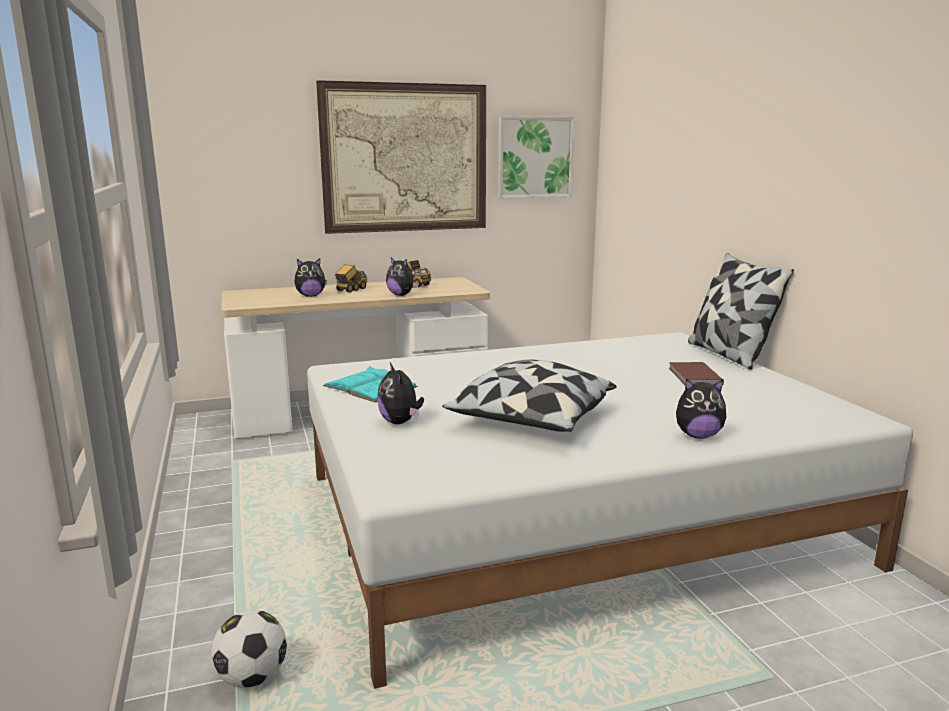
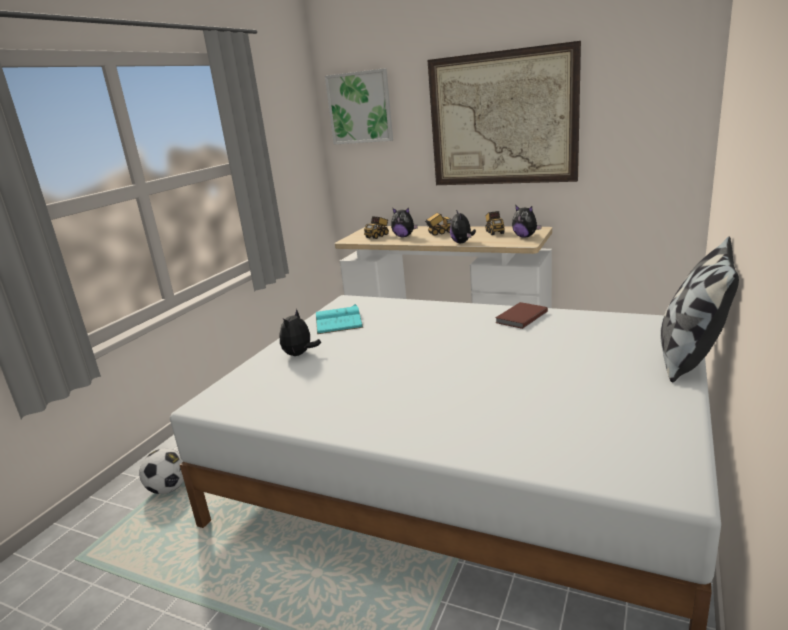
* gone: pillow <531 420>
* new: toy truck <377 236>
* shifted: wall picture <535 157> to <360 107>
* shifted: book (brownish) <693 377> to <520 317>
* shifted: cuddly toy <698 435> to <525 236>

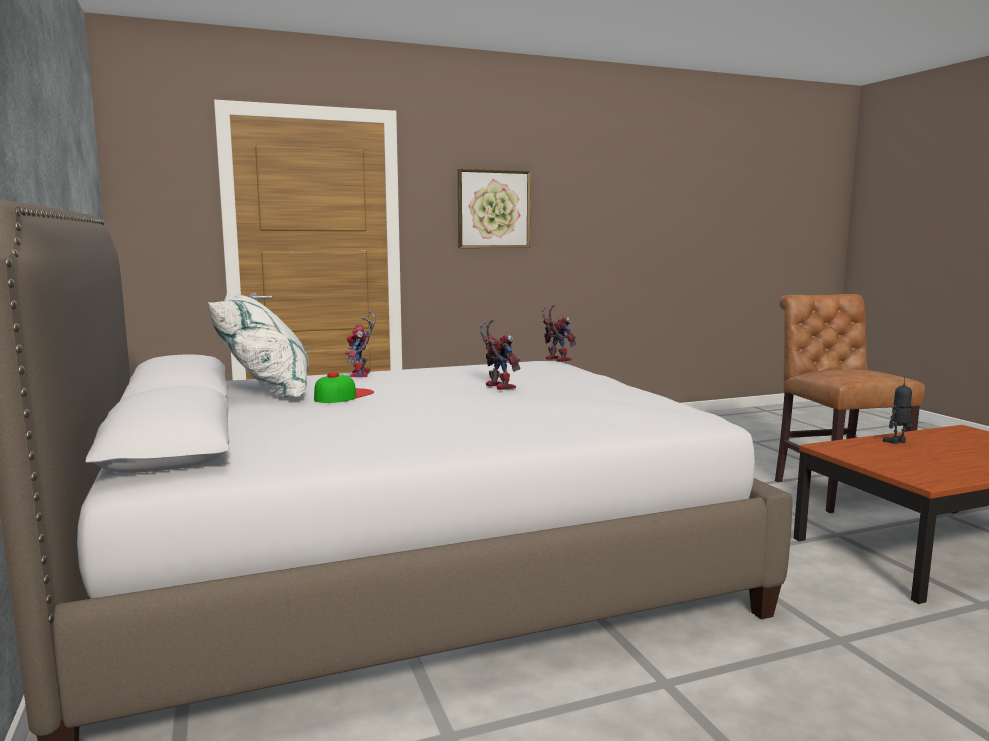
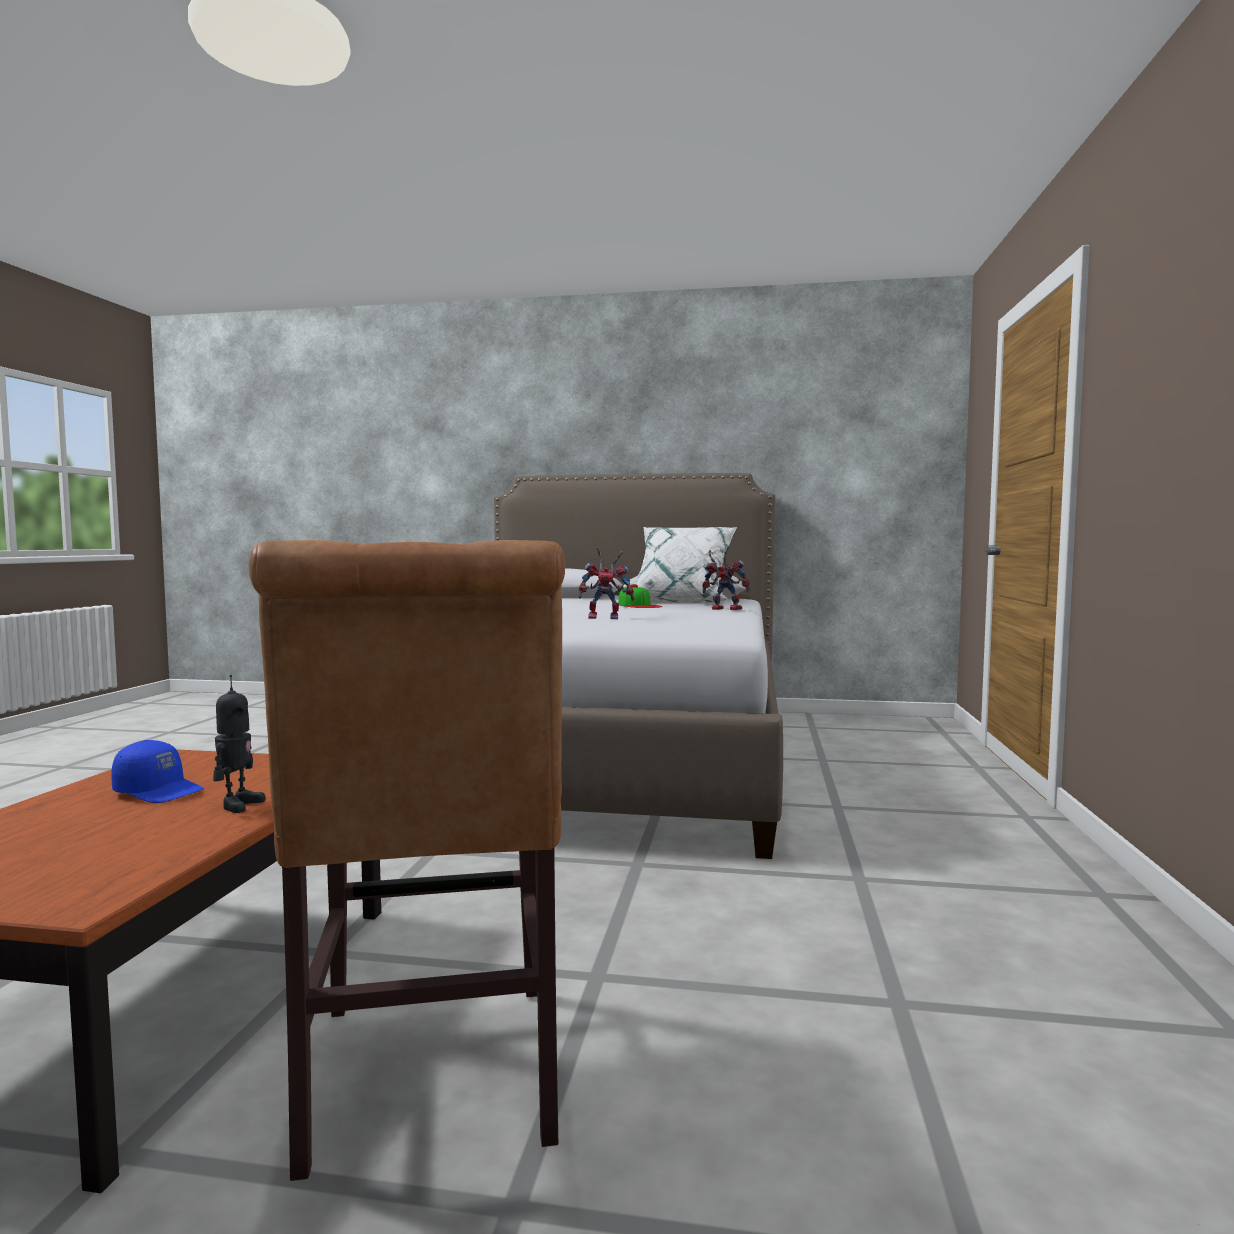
* gone: wall picture <493 209>
* gone: toy robot <555 360>
* new: cap (blue) <160 791>
* rotated: plain chair (brownish) <834 491> = <431 1083> 60 degrees clockwise

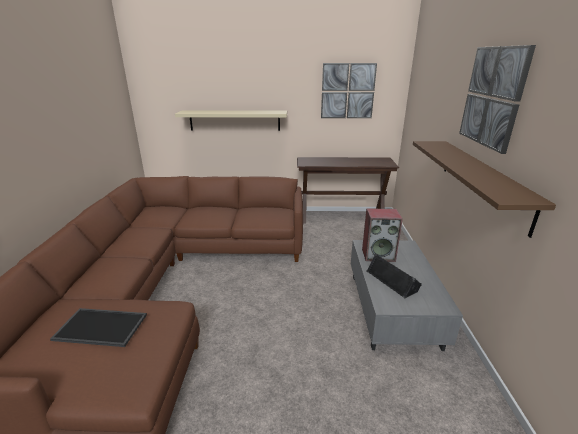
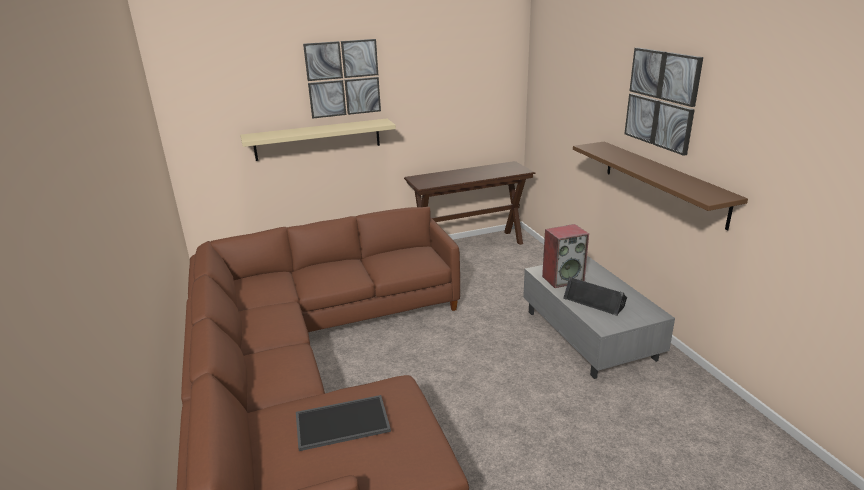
* shifted: wall picture <347 91> to <343 78>

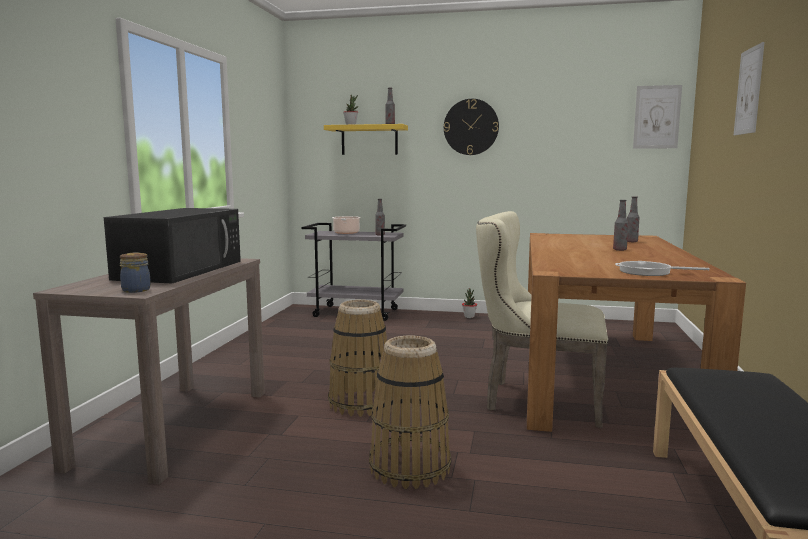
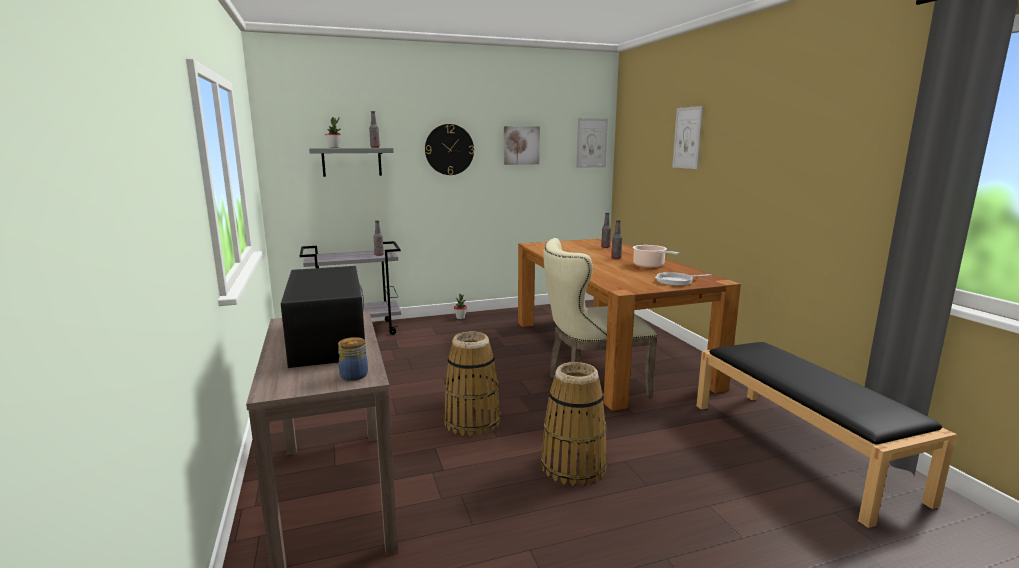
* new: wall picture <521 145>
* shifted: cooking pot <346 233> to <650 266>
* repainted: bracket shelf (yellowish) <369 140> to bracket shelf (gray) <352 162>

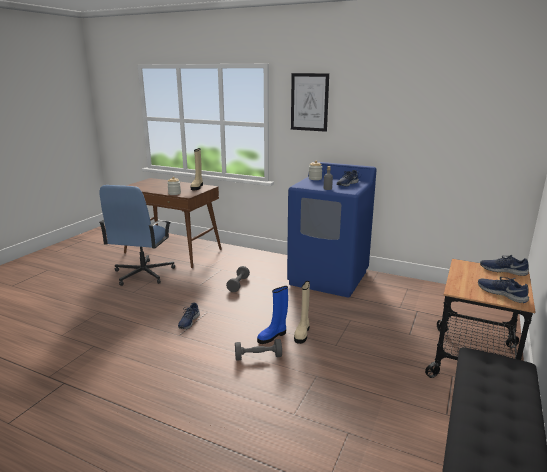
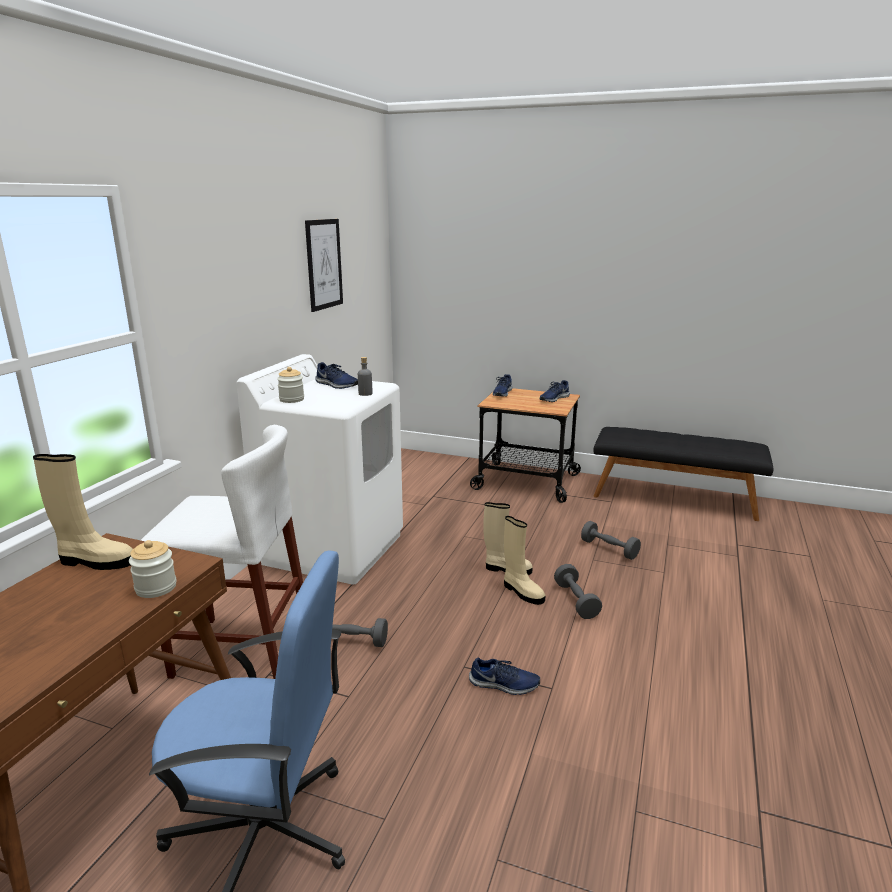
* new: stool seat (white-coloured) <242 650>
* new: dumbbell (gray) <609 549>
* shifted: wall picture <309 102> to <324 264>
* repainted: high-top boot (blue) <272 336> to high-top boot (beige) <522 592>
* repainted: washing machine (blue) <329 278> to washing machine (white-coloured) <333 548>

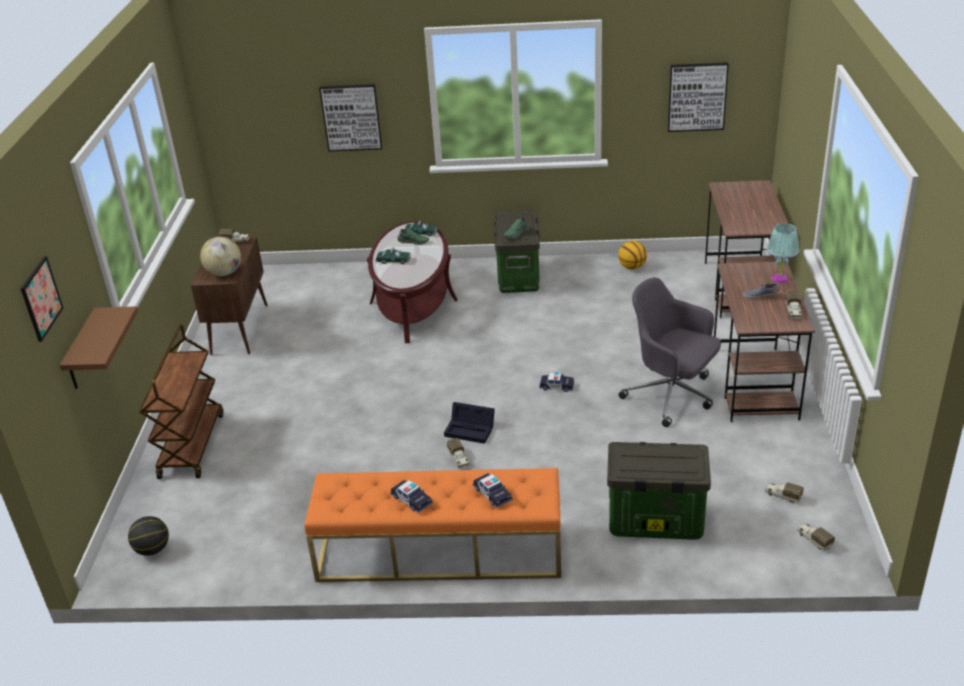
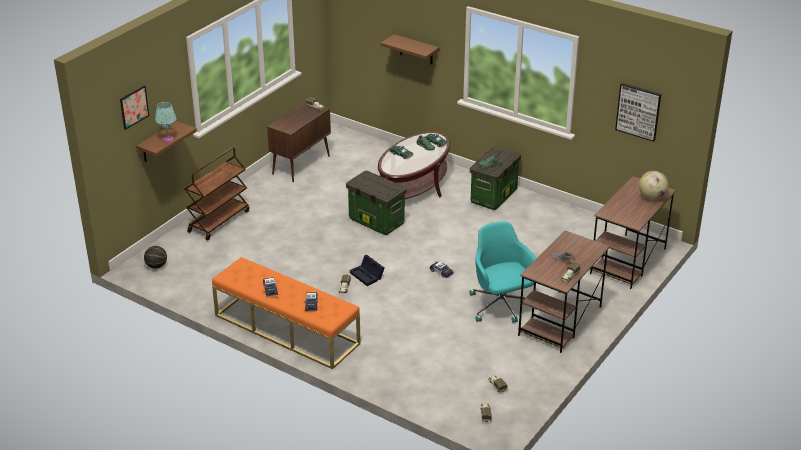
* gone: ball for basketball <632 267>
* shifted: desk globe <224 273> to <652 197>
* shifted: storage bin <654 521> to <375 221>
* shifted: table lamp (blue-green) <779 279> to <168 139>
* swapped: wall picture <351 117> to bracket shelf (brownish) <416 50>
* repainted: computer chair (gray) <671 396> to computer chair (blue-green) <501 306>

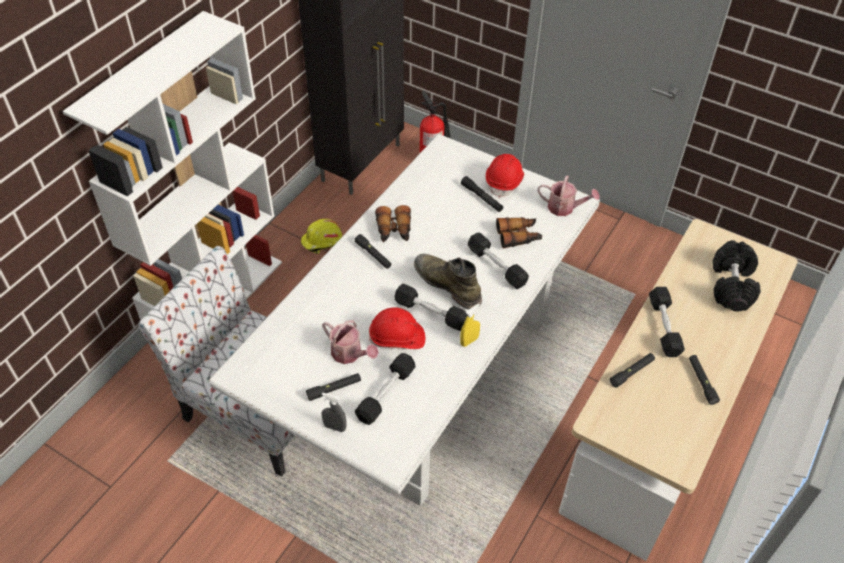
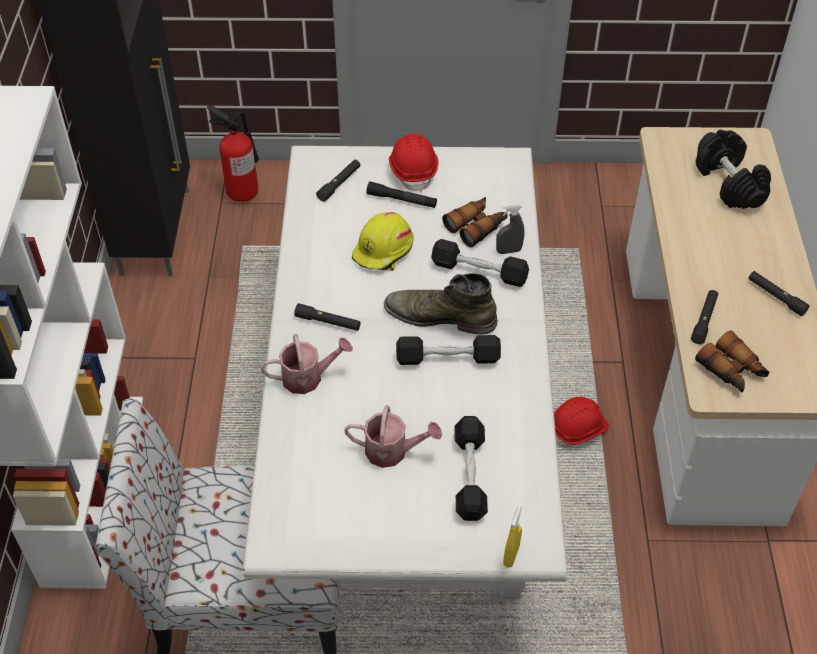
* gone: dumbbell (black-coloured) <664 327>
* shifted: work helmet (yellowish) <322 241> to <384 251>
* shifted: torch (black-coloured) <334 389> to <339 184>
* shifted: spray bottle (gray) <335 427> to <508 251>
* shifted: work helmet (red) <397 338> to <578 429>
* shifted: field glasses <394 230> to <732 371>
* shifted: spray bottle (yellowish) <469 341> to <511 555>
* shifted: watering can <565 208> to <308 377>

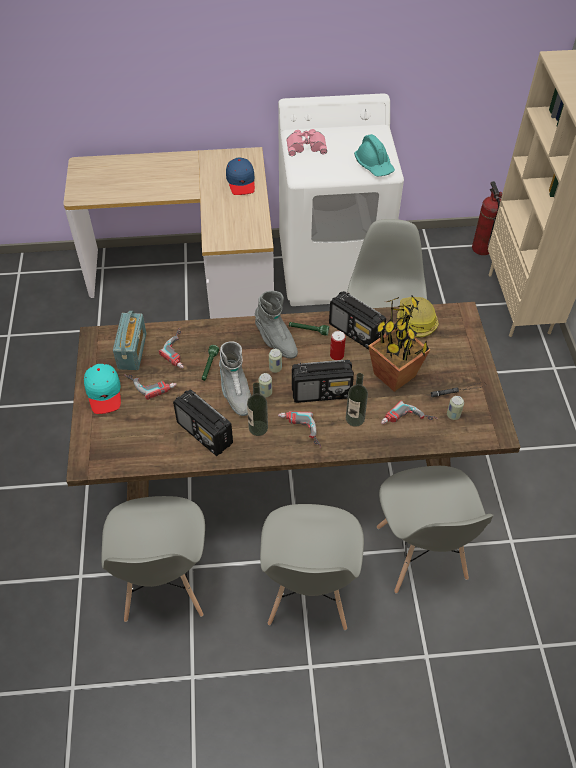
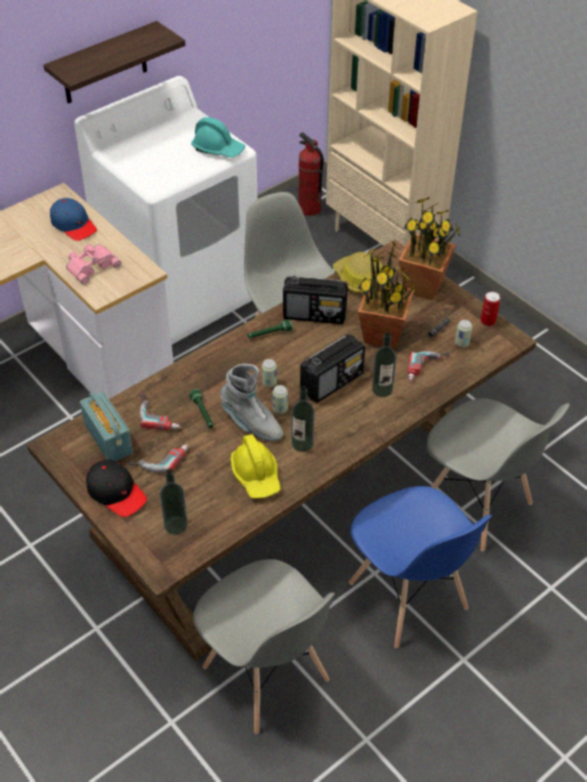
* gone: high-top boot (gray) <275 341>
* gone: power drill <299 432>
* new: bracket shelf <104 64>
* new: bottle <175 525>
* new: houseplant <423 286>
* shifted: field glasses (pink) <306 145> to <91 265>
* shifted: sealed can <337 355> to <488 321>
* swapped: radio set <205 434> to work helmet (yellowish) <256 475>
* repainted: cap (blue-green) <104 392> to cap (black-coloured) <116 492>
* repainted: plain chair (gray) <308 592> to plain chair (blue) <408 597>

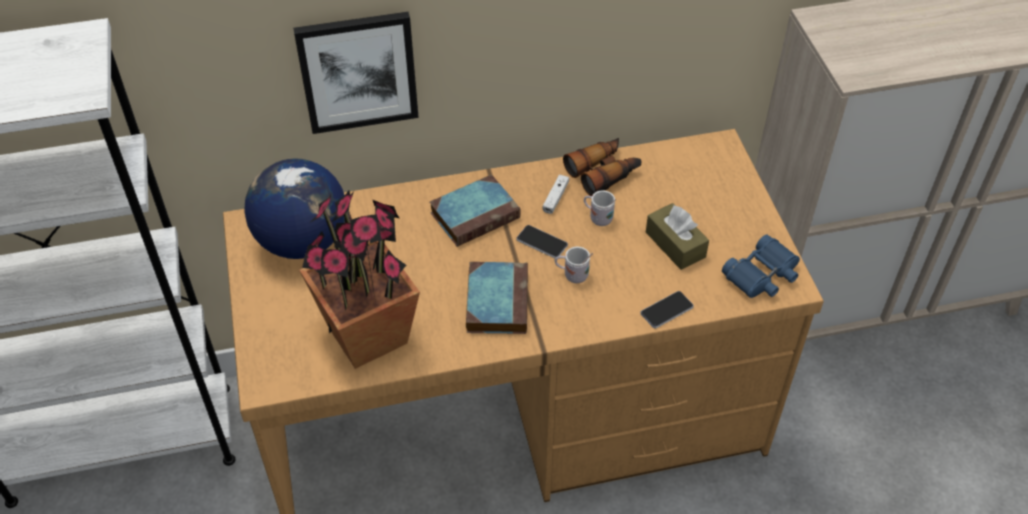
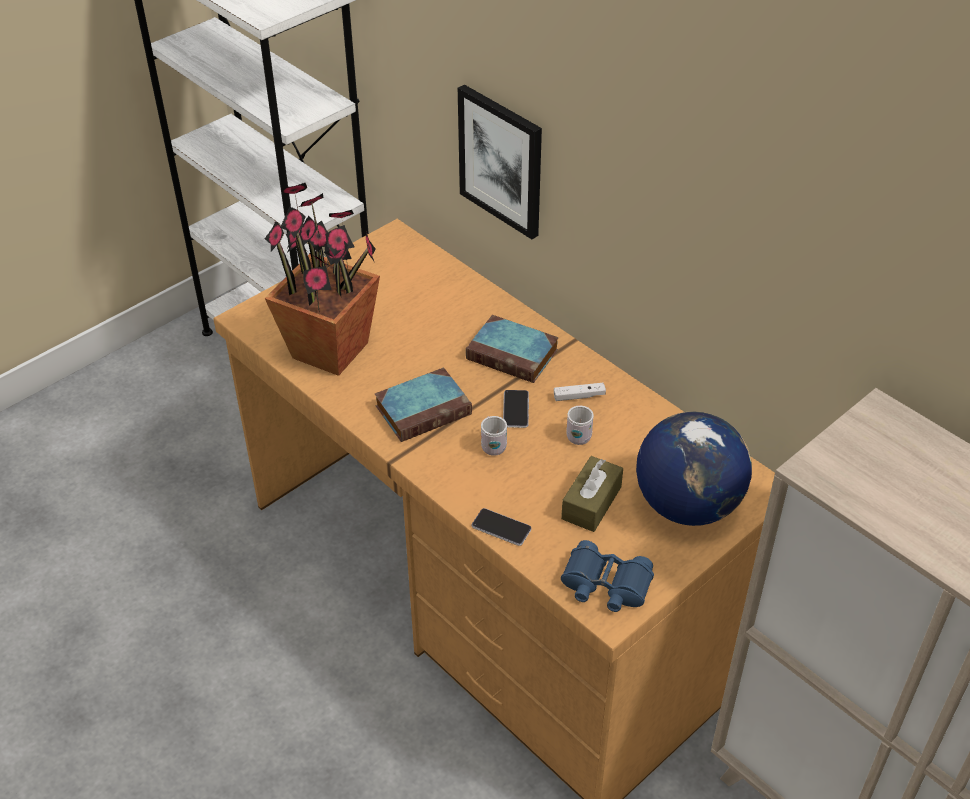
* gone: field glasses <603 172>
* shifted: desk globe <302 241> to <687 505>

